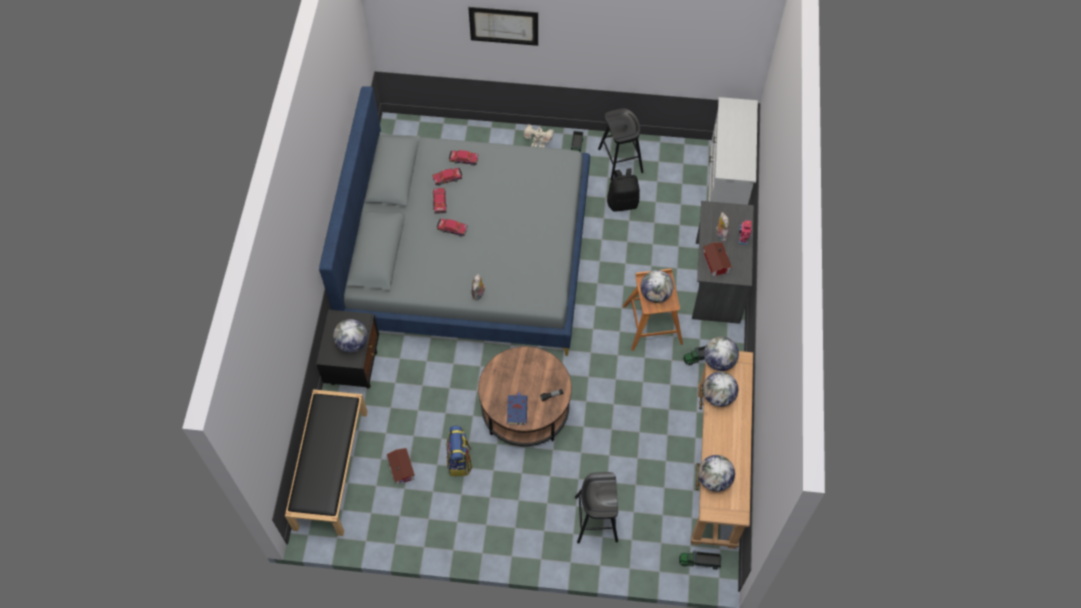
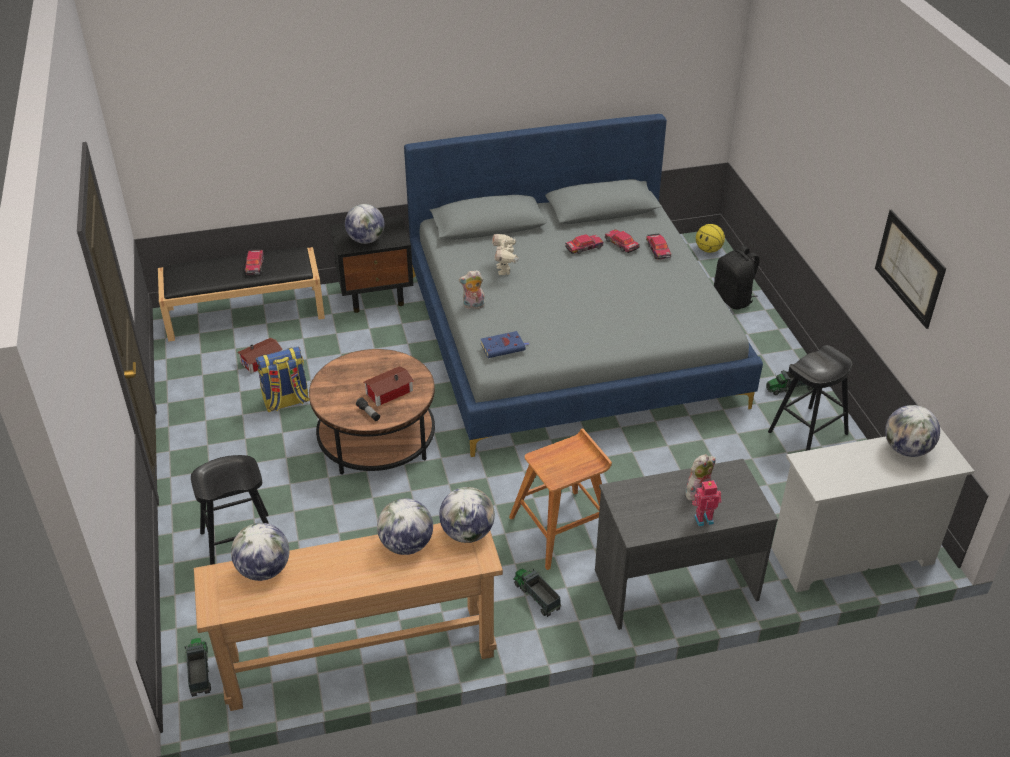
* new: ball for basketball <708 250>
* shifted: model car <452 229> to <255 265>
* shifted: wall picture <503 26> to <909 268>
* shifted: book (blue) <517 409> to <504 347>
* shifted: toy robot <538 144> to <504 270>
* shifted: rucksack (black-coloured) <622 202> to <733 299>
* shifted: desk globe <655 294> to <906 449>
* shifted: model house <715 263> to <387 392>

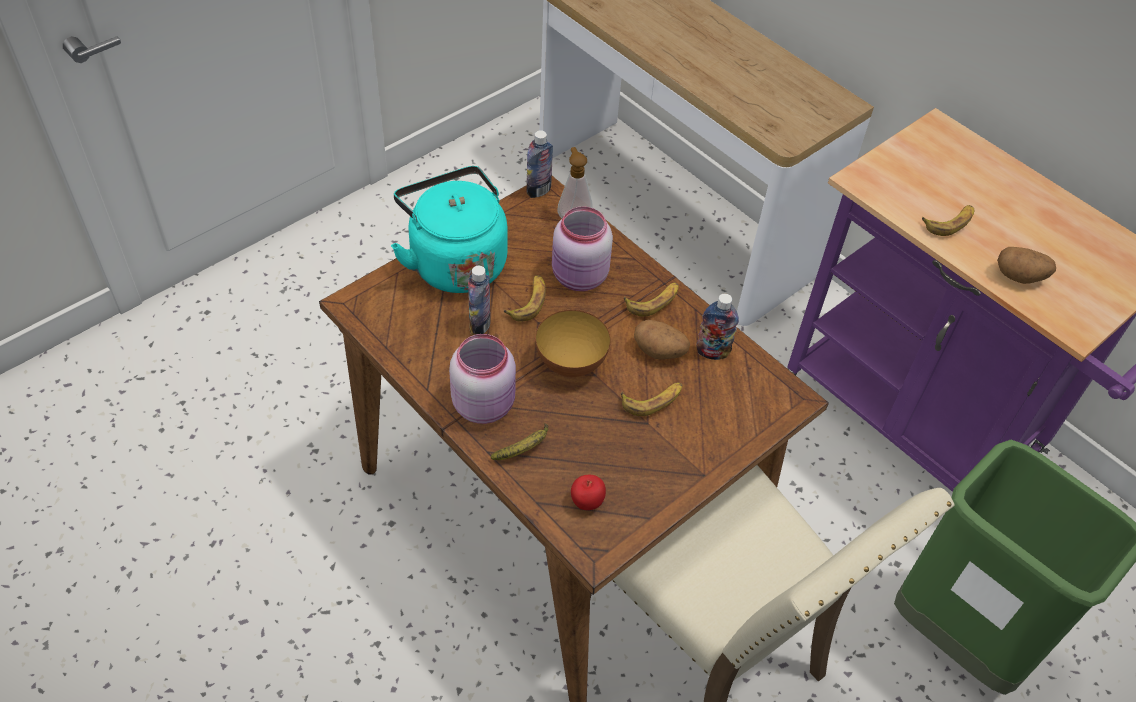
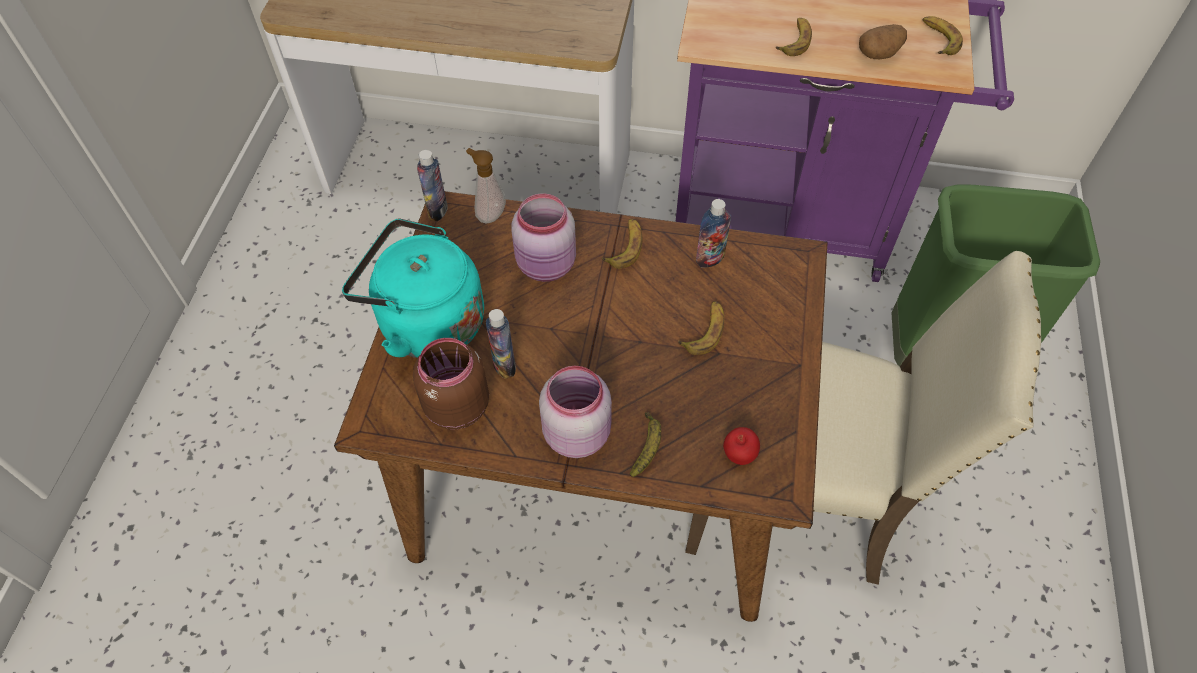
* gone: bowl <571 364>
* gone: potato <660 351>
* new: preserve jar (brownish) <455 406>
* shifted: banana fruit <528 301> to <938 39>

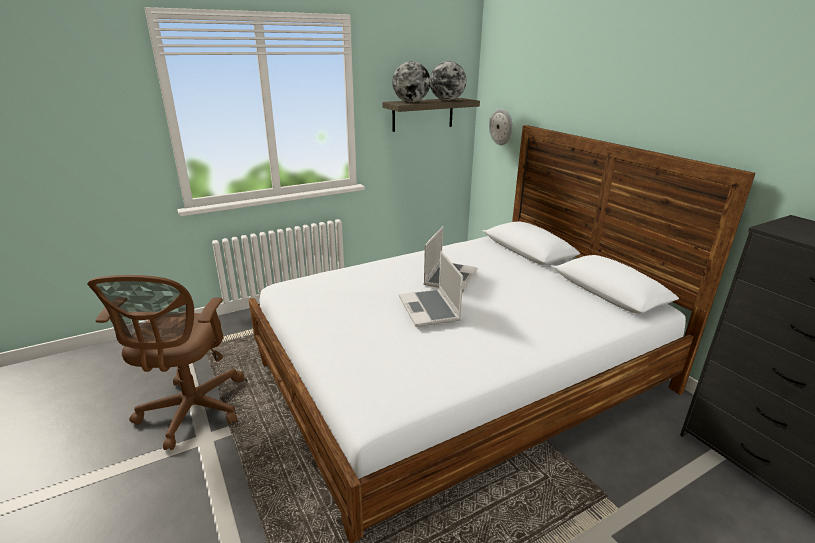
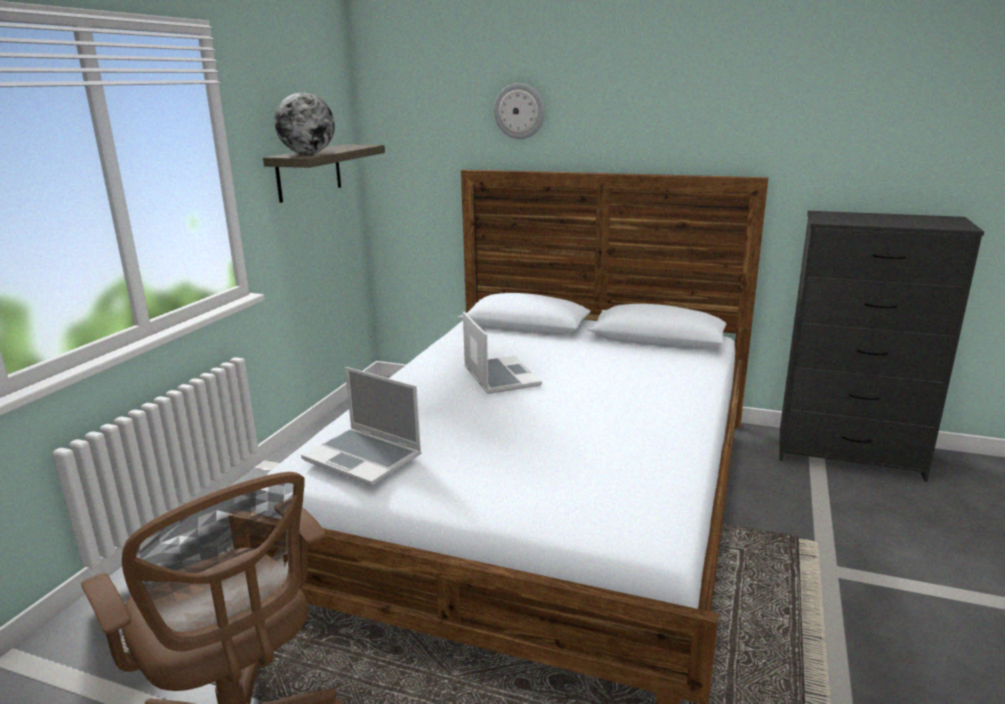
* gone: desk globe <447 100>
* shifted: laptop <430 309> to <364 458>
* shifted: hanging clock <501 126> to <519 111>

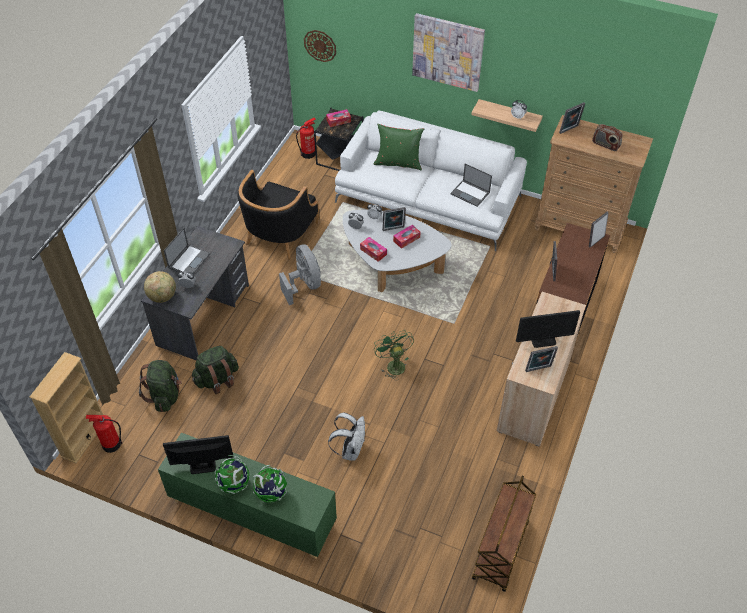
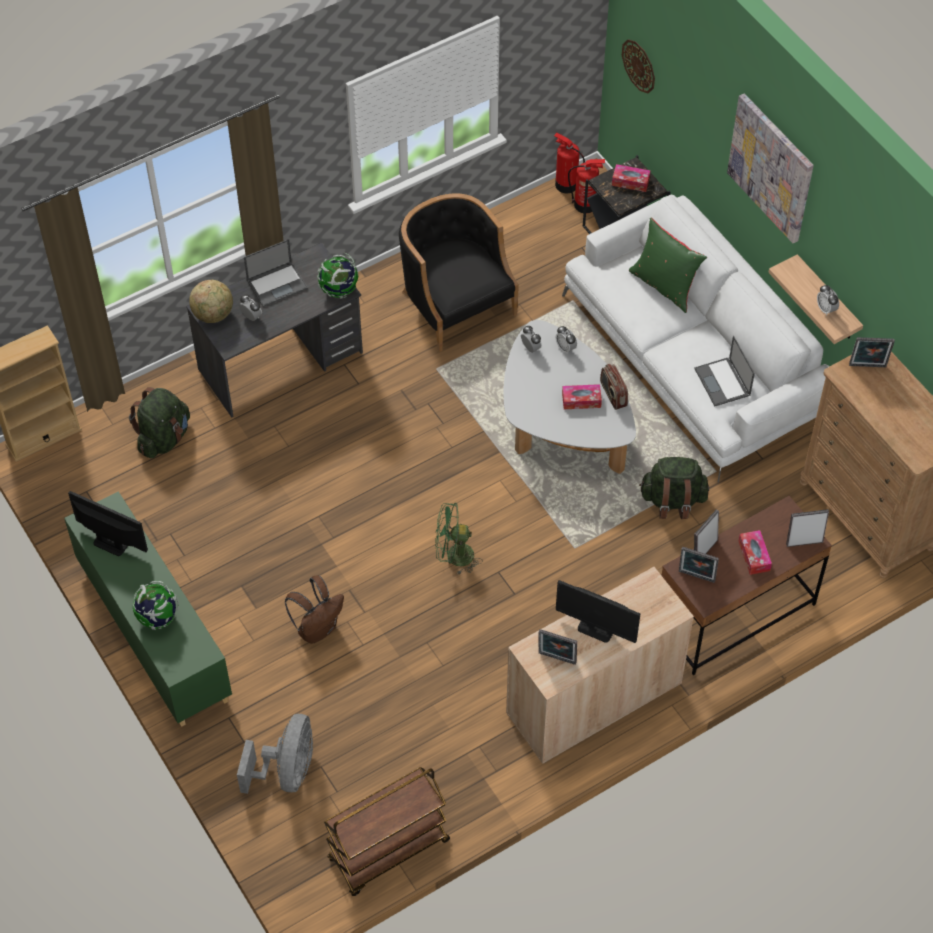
* shifted: extinguisher <111 444> to <566 184>
* shifted: rucksack (greenish) <217 379> to <672 500>
* shifted: desk globe <234 484> to <339 290>
* shifted: cooling fan (gray) <304 285> to <287 771>
* shifted: tissue box <373 252> to <754 556>
* shifted: picture frame <393 229> to <696 578>
* shifted: radio set <605 145> to <613 394>
* repainted: rucksack (white-coloured) <350 449> to rucksack (brownish) <317 628>
* rotated: easy chair (black-coloured) <279 234> = <455 302> 90 degrees clockwise
* rotated: cooling fan (greenish) <393 364> = <454 556> 105 degrees counterclockwise

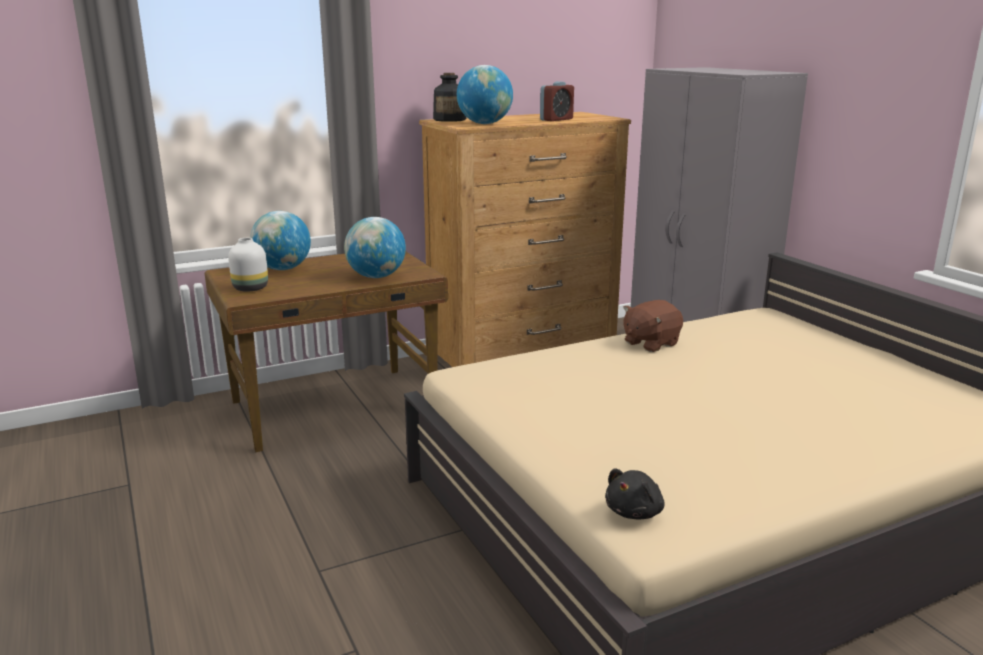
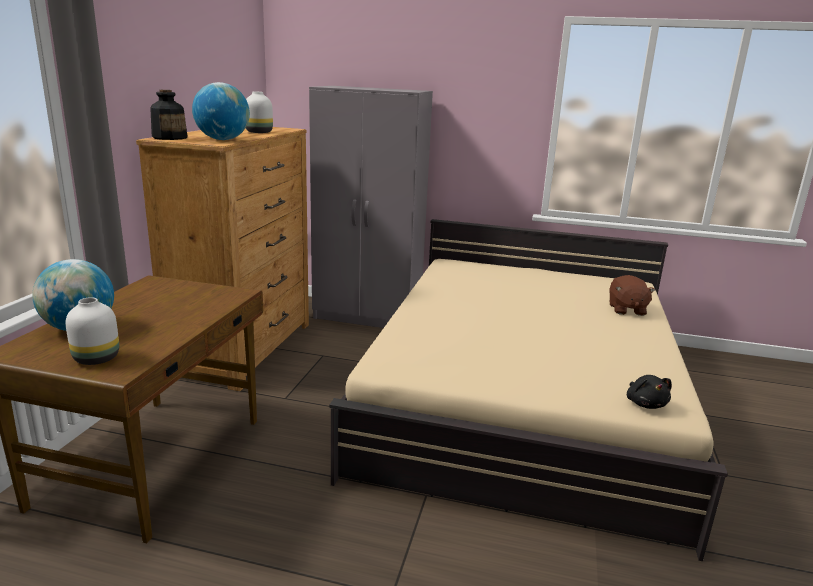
* gone: desk globe <376 277>
* shifted: cuddly toy (brownish) <650 343> to <626 309>
* swapped: bedside clock <556 119> to flower vase (white-coloured) <258 132>

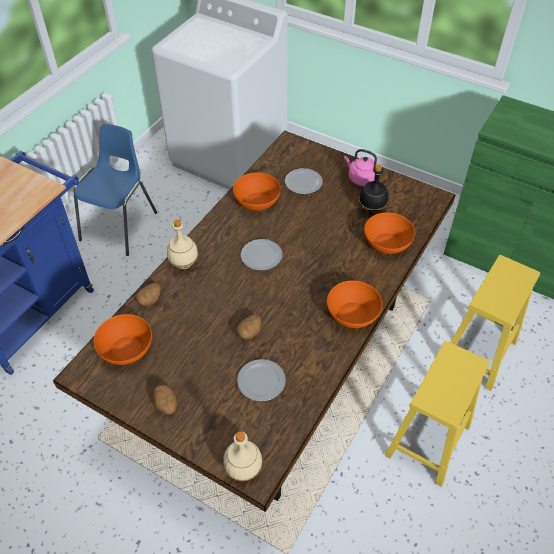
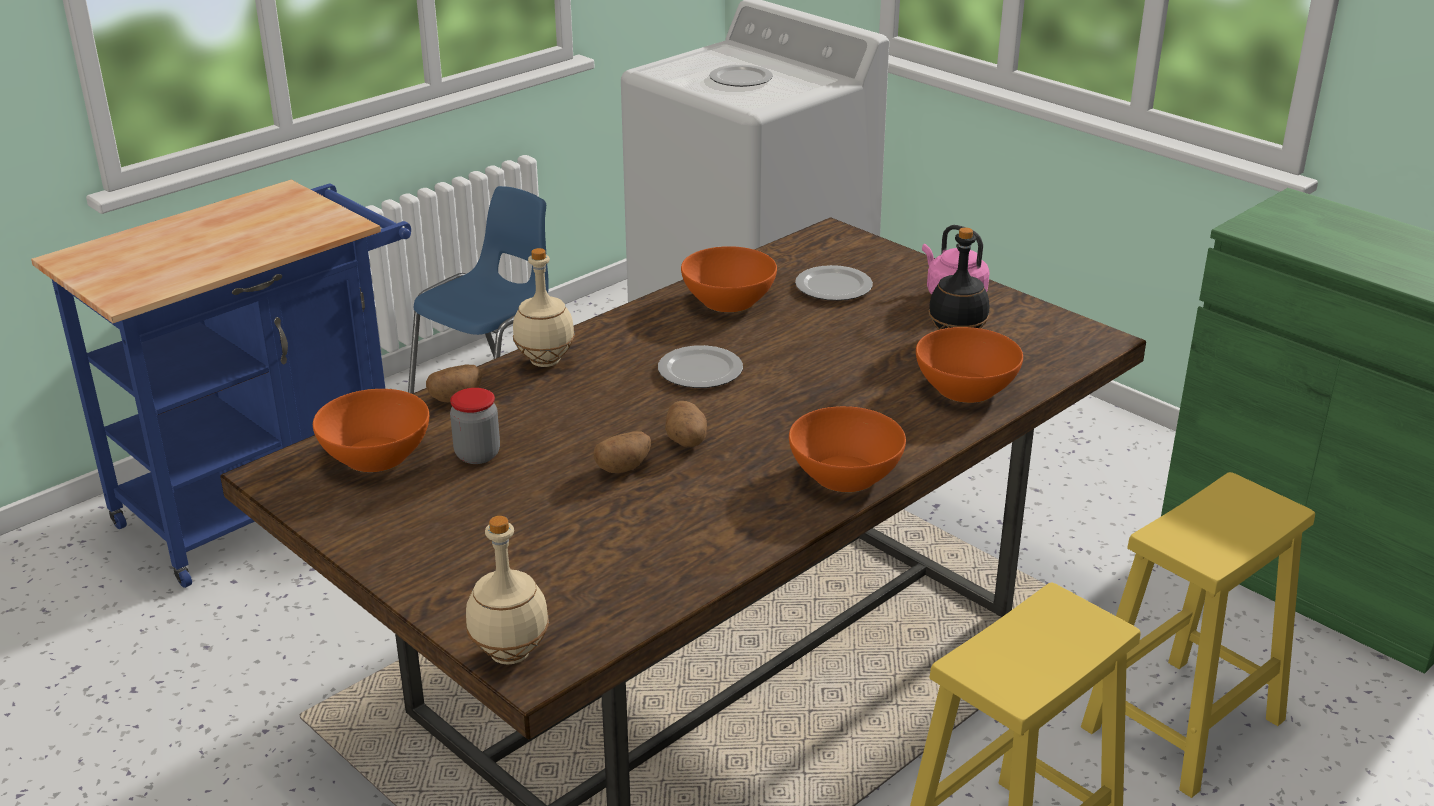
* new: preserve jar <477 455>
* shifted: potato <166 405> to <686 441>
* shifted: flat dish <260 381> to <740 79>

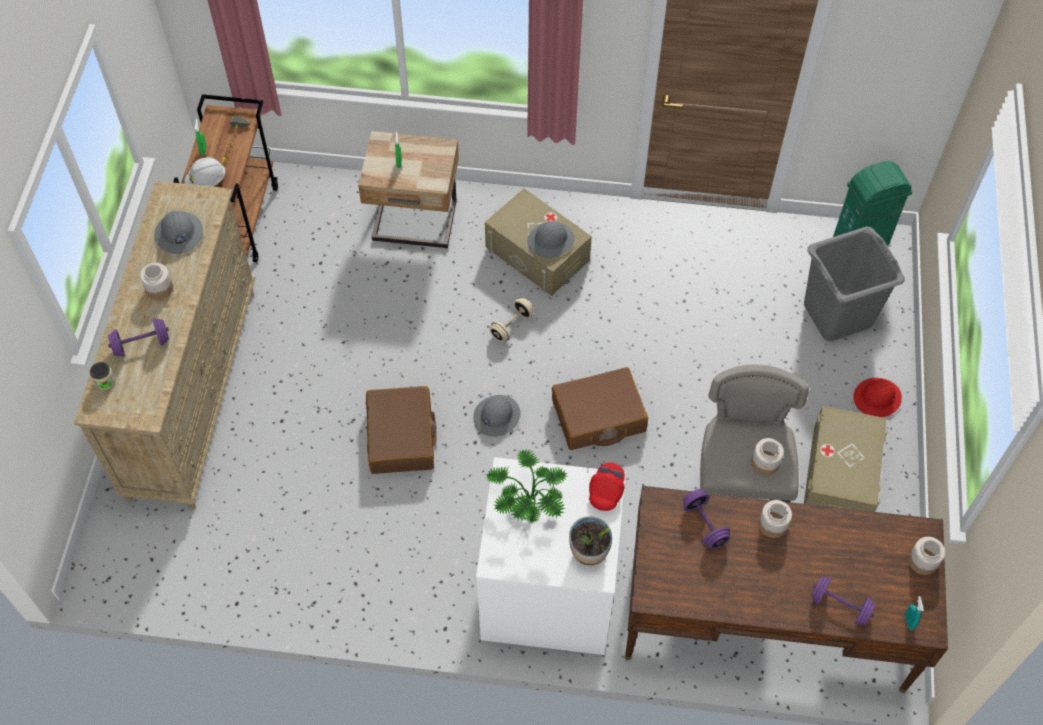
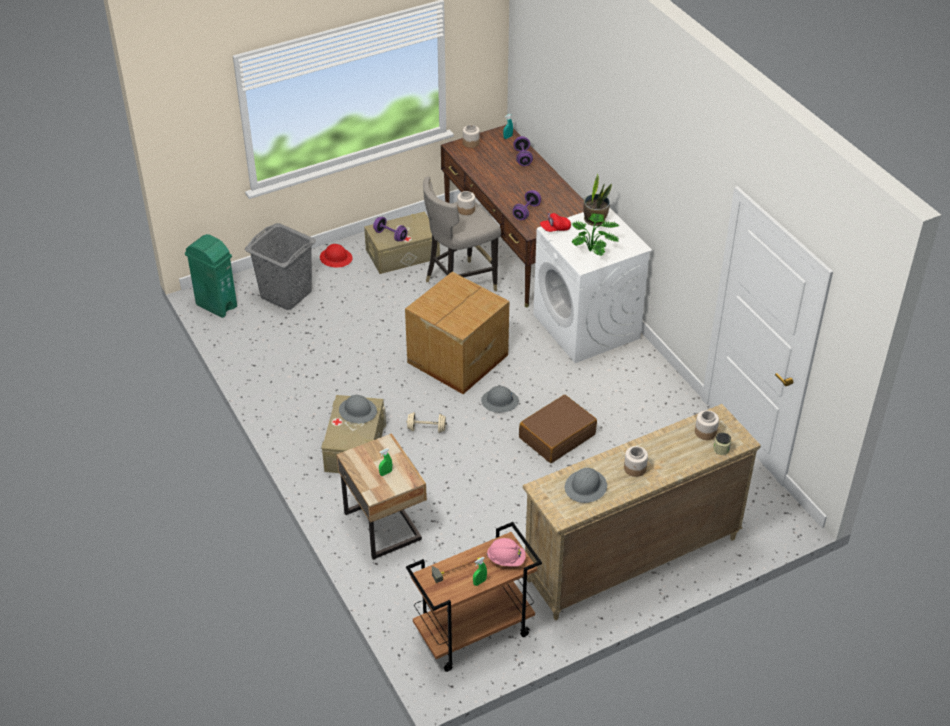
* shifted: dumbbell (purple-coloured) <141 344> to <390 235>
* shifted: preserve jar <773 524> to <705 432>
* swapped: travel case (brownish) <598 416> to cardboard box <456 359>
* repainted: work helmet (white-coloured) <207 182> to work helmet (pink) <506 559>

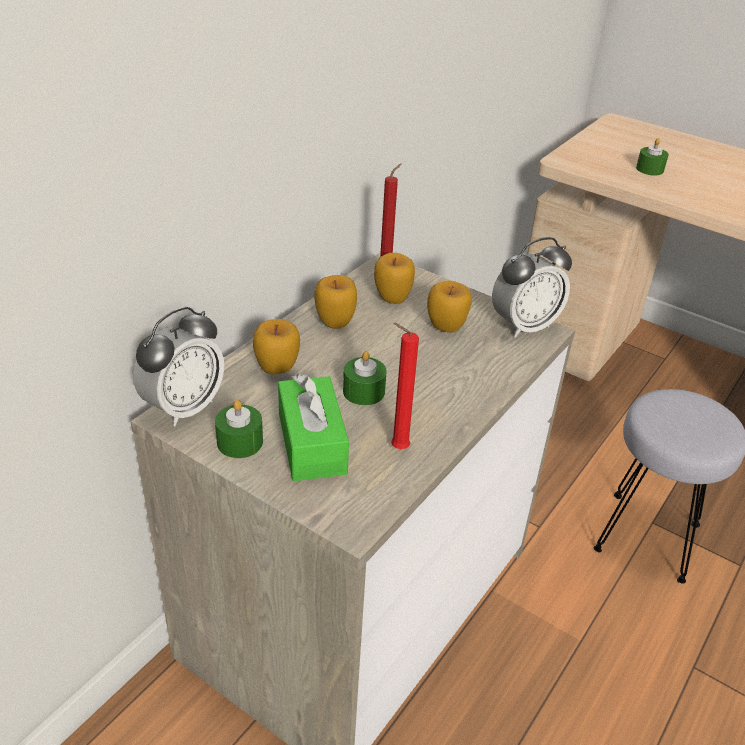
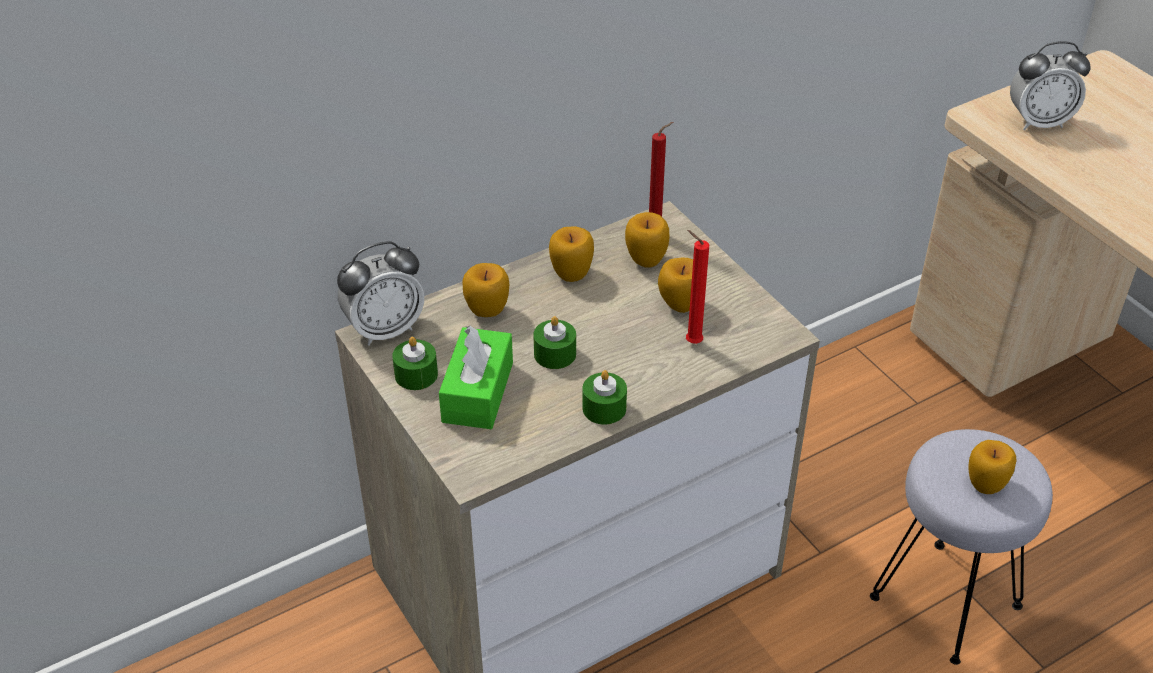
* new: apple <985 484>
* shifted: wax light (red) <396 448> to <691 342>
* shifted: bedside clock <524 326> to <1039 122>
* shifted: wax light (greenish) <649 169> to <604 408>

